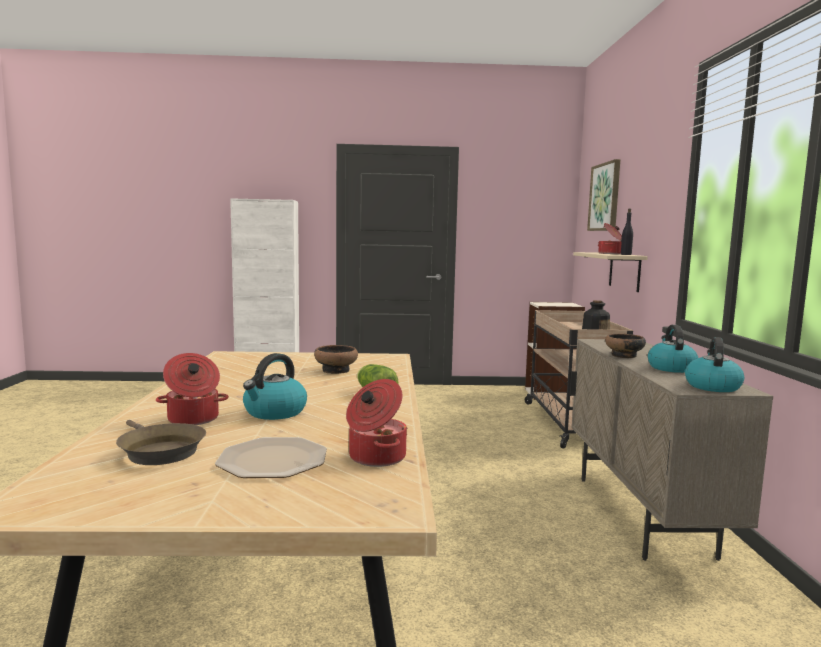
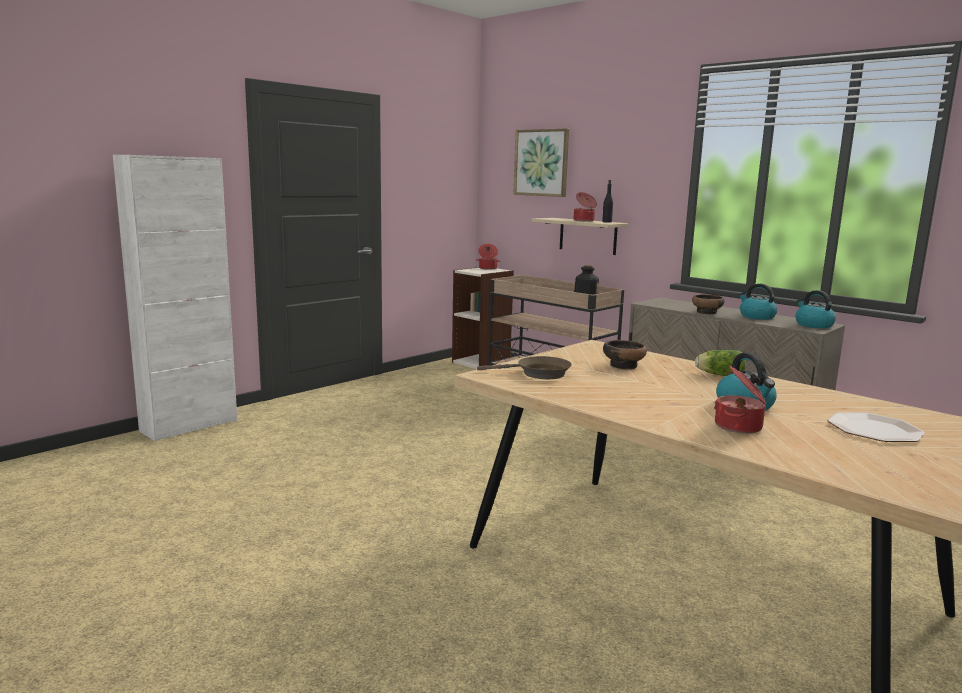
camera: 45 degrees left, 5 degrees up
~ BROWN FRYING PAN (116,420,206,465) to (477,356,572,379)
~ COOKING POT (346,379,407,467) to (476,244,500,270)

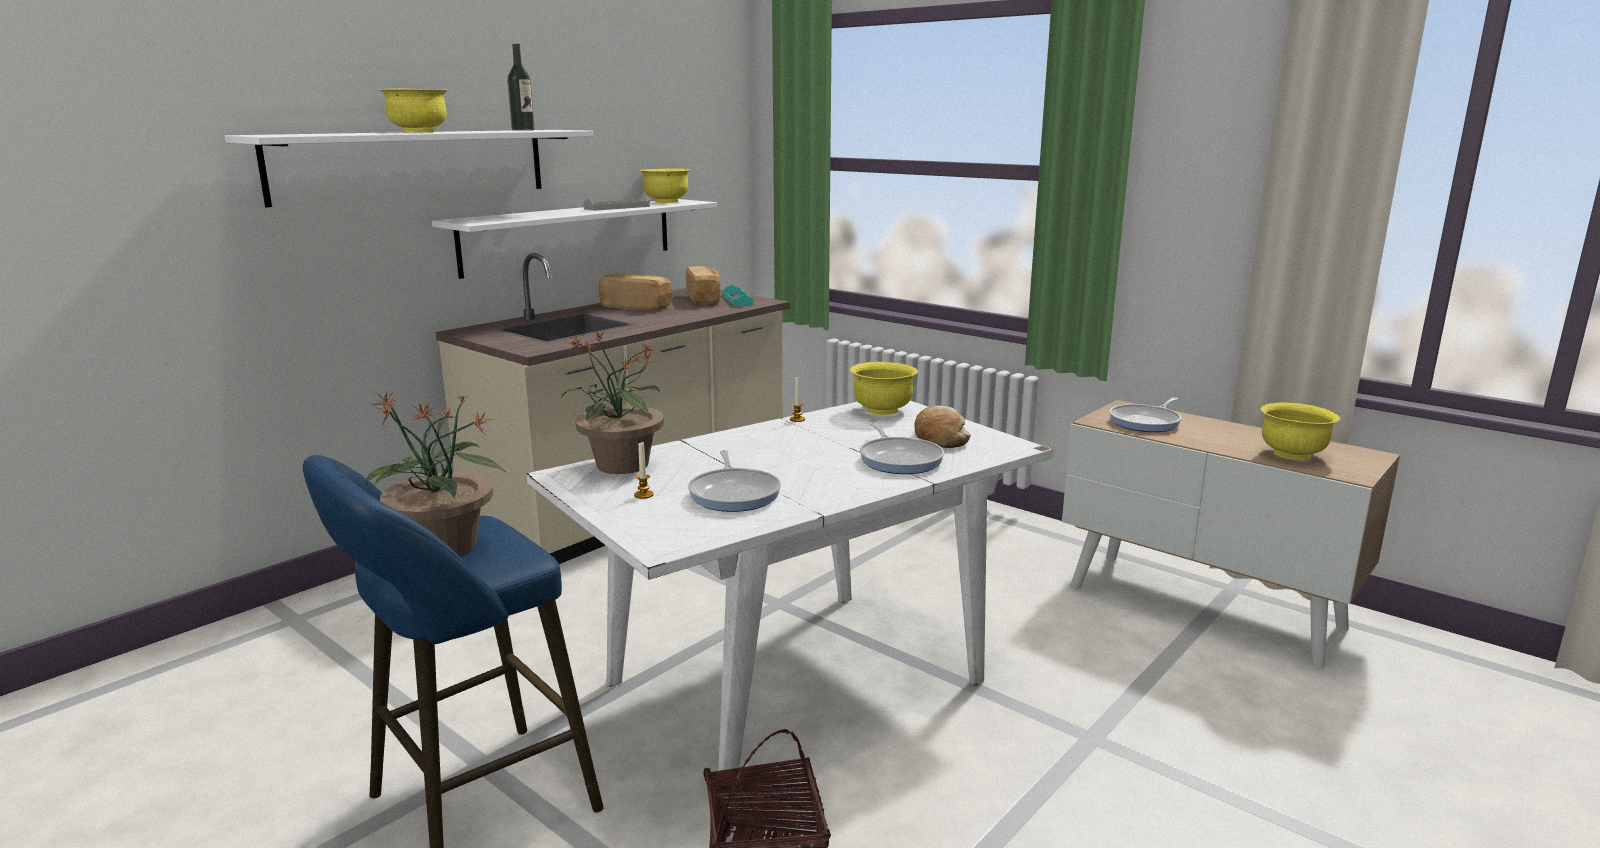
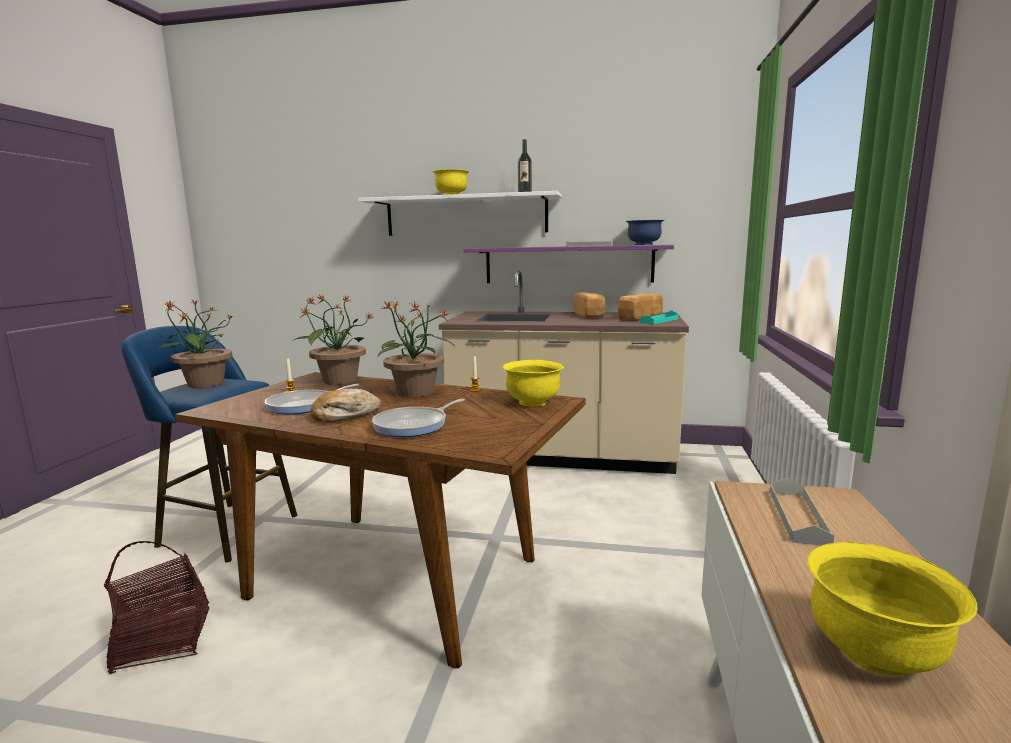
camera: 60 degrees right, 5 degrees down
~ WHITE SHELF (432,199,717,279) to PURPLE SHELF (464,245,674,283)
~ WHITE DINING TABLE (526,401,1053,798) to BROWN DINING TABLE (175,372,586,668)
~ YELLOW BOWL (639,168,690,203) to BLUE BOWL (626,220,664,245)
~ BREAD (915,405,971,448) to (311,389,381,422)
~ FRYING PAN (1110,397,1182,432) to GREY TRAY (770,478,834,546)
+ POTTED PLANT (378,301,454,397)

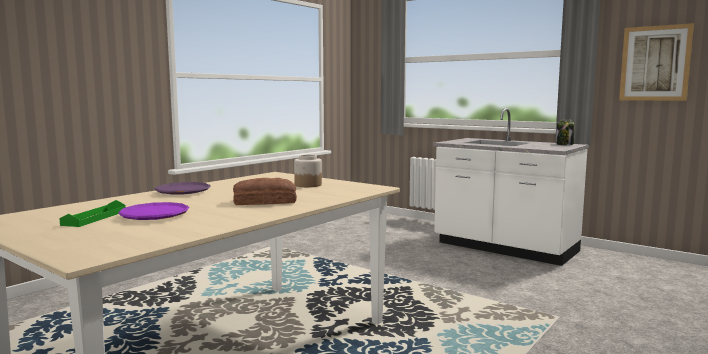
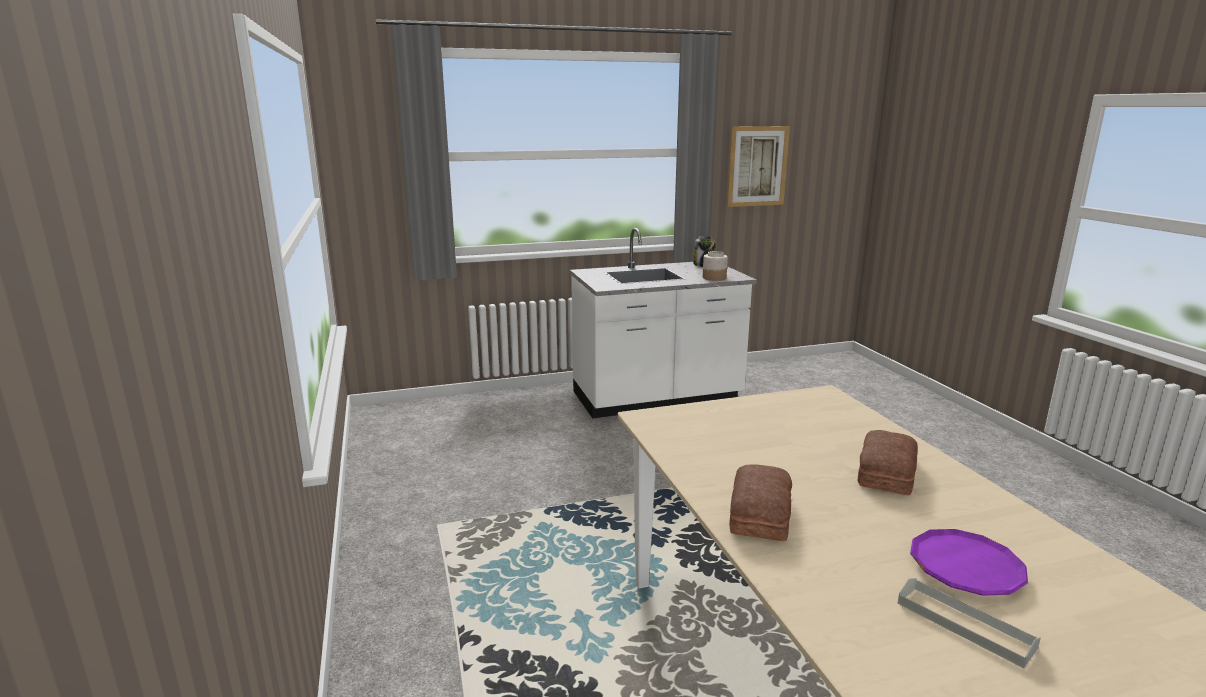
camera: 55 degrees left, 10 degrees up
~ GREEN TRAY (59,200,126,227) to GREY TRAY (897,578,1041,668)
~ PURPLE PLATE (154,182,210,195) to BREAD (729,464,792,541)
~ JAR (294,155,322,187) to (703,251,728,281)

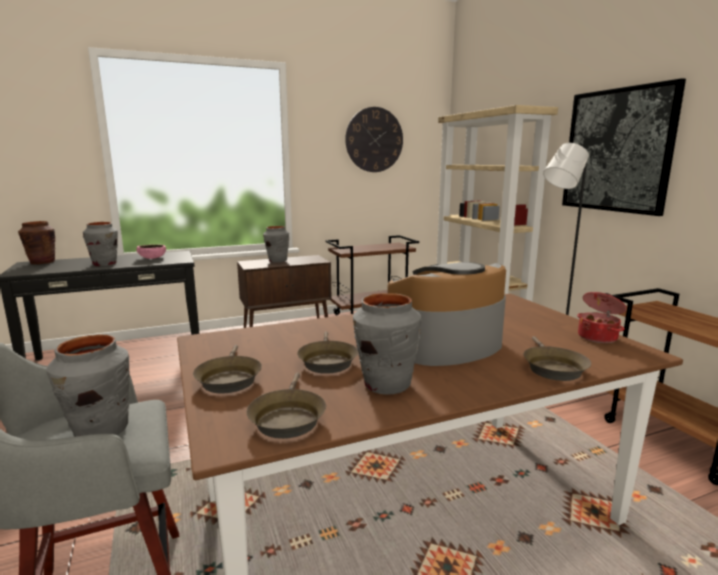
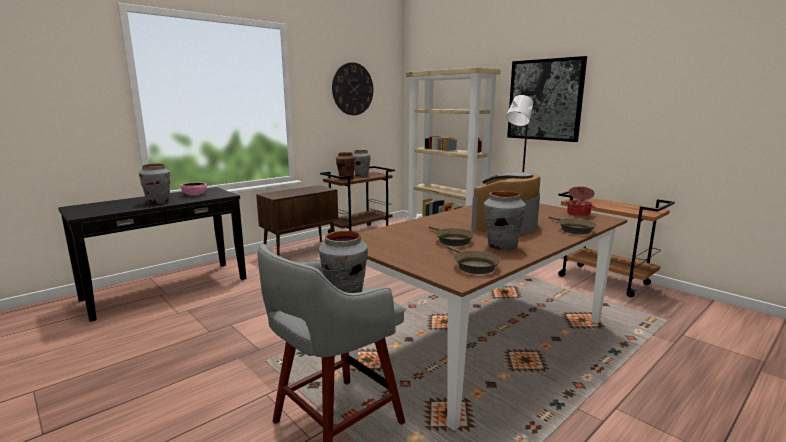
camera: 20 degrees left, 0 degrees up
~ BROWN VASE (18,221,55,265) to (336,152,355,180)
- BROWN FRYING PAN (193,345,262,393)
~ GREY VASE (263,226,289,263) to (353,150,370,176)

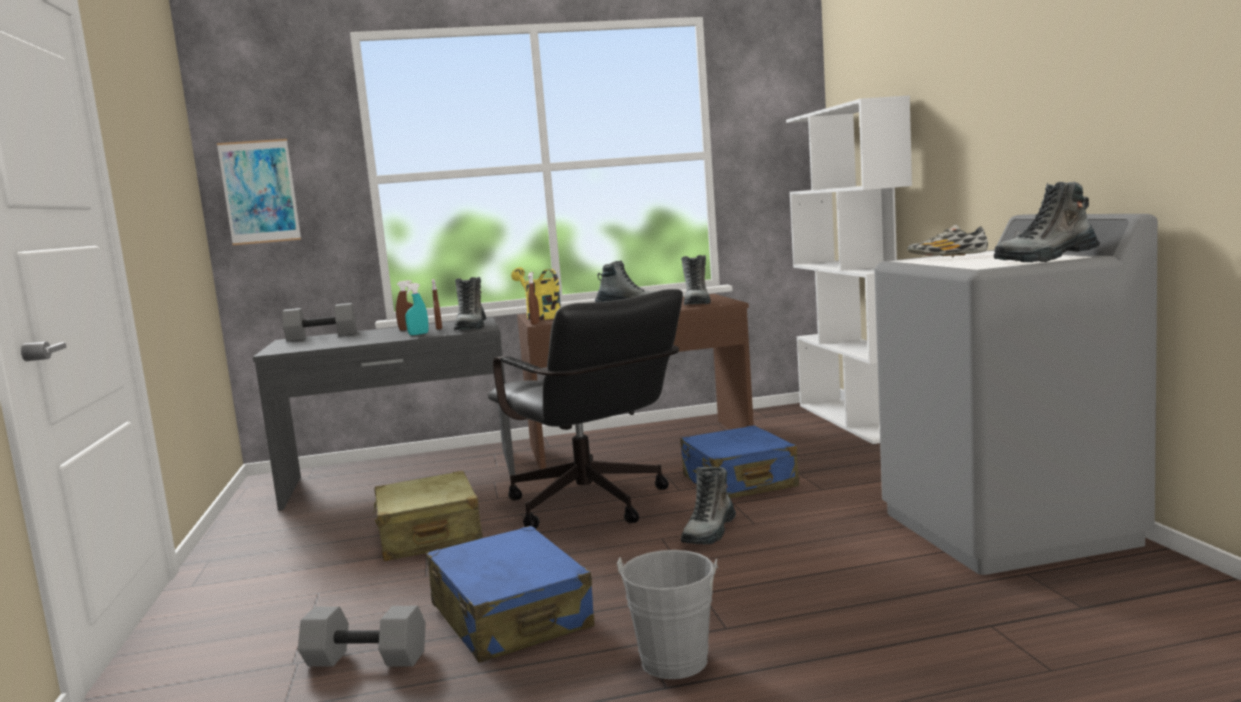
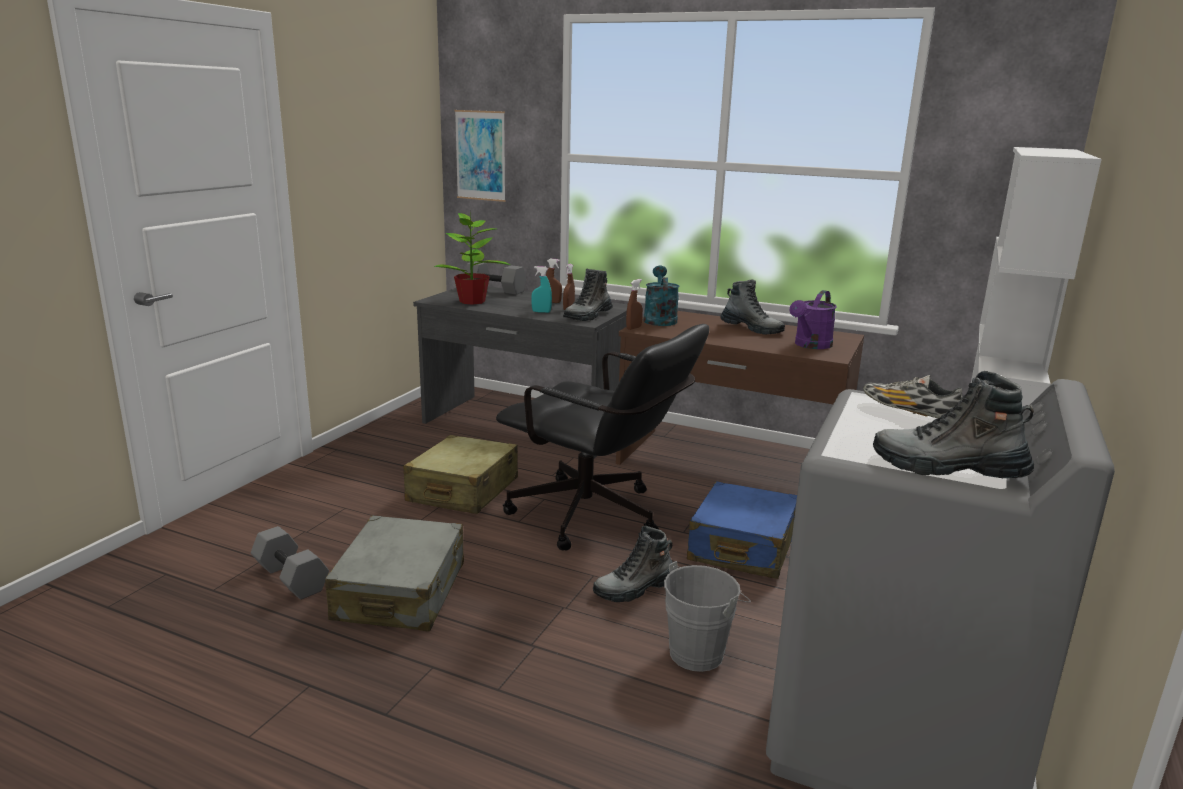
camera: 35 degrees right, 10 degrees up
~ BLUE SUITCASE (426,526,595,663) to GREY SUITCASE (325,516,464,631)
~ BLACK OFFICE CHAIR (488,289,683,529) = (496,324,709,551) 60 degrees counterclockwise
~ YELLOW WATERING CAN (511,267,561,320) to TURQUOISE WATERING CAN (644,265,680,326)
~ GREY BUCKET (617,550,718,679) to (664,561,751,672)
~ BOOT (681,255,711,305) to PURPLE WATERING CAN (790,290,836,349)
+ POTTED PLANT (434,213,510,305)

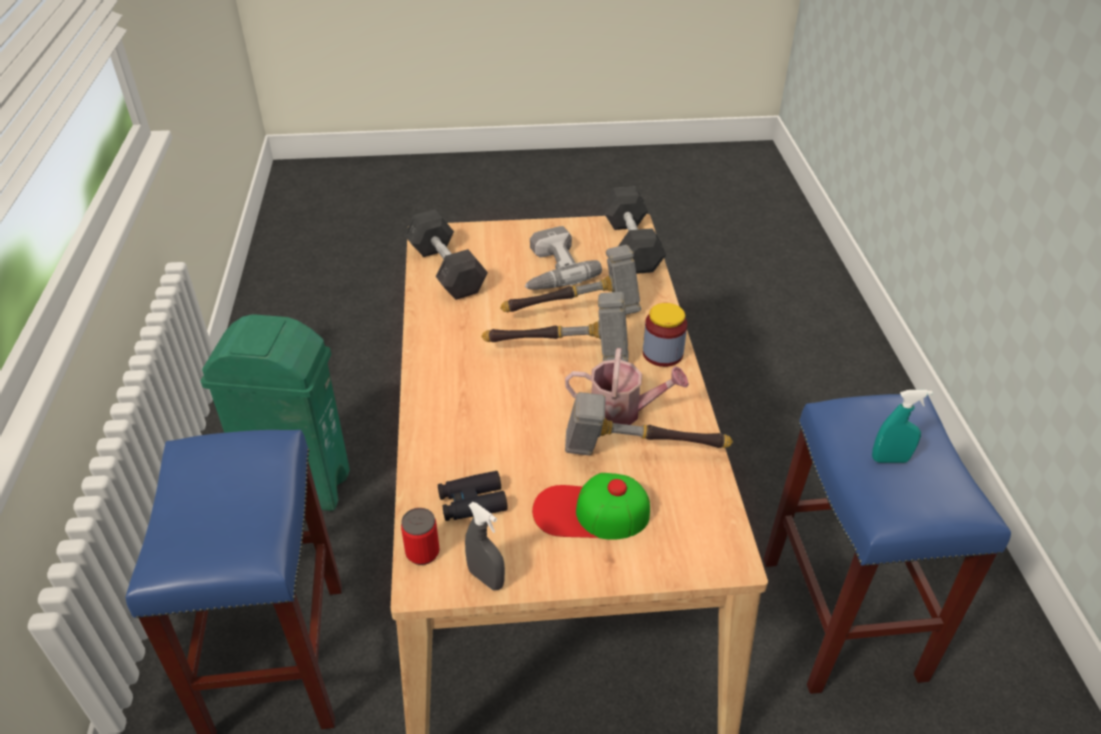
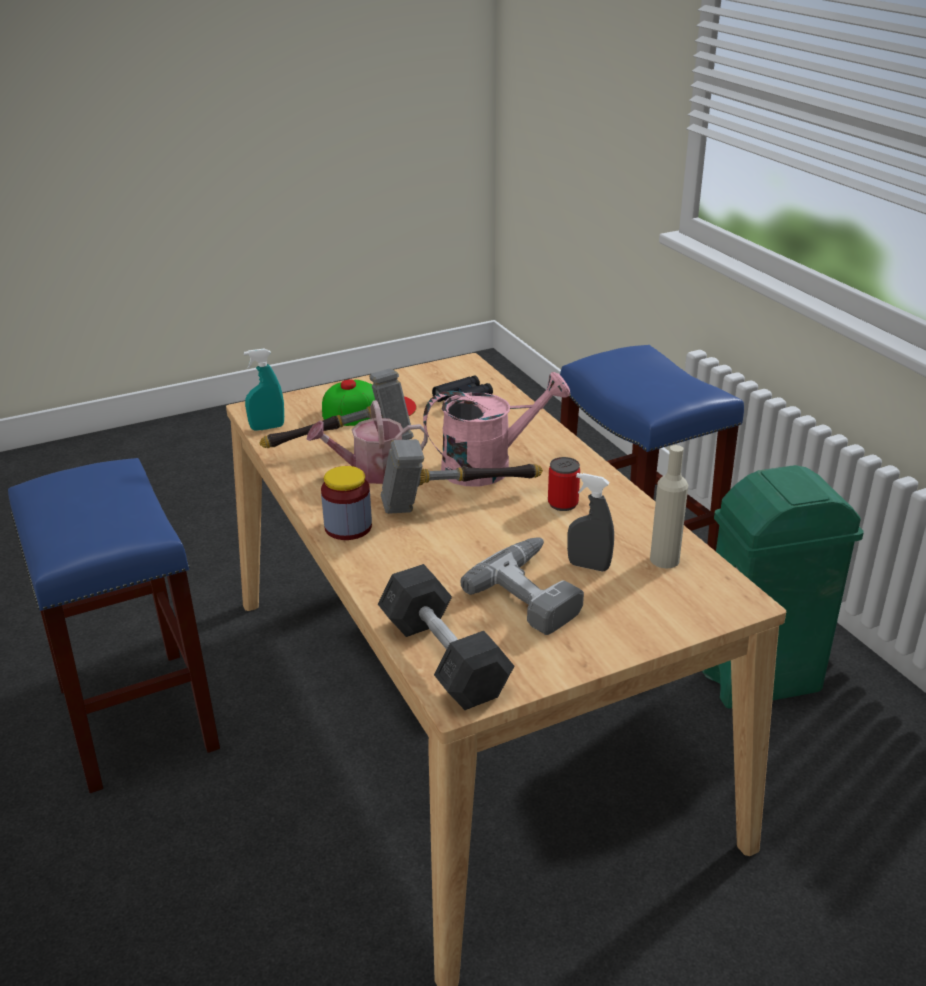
camera: 160 degrees right, 10 degrees down
~ CAN (401,508,440,565) to (548,457,580,511)
~ GREY DUMBBELL (405,209,488,300) to BEIGE BOTTLE (650,445,688,568)
~ GREY SPRAY BOTTLE (465,502,505,590) to (567,473,614,571)
- HAMMER (500,245,641,315)
~ TURQUOISE SPRAY BOTTLE (872,390,933,463) to (244,348,284,431)
+ PINK WATERING CAN (423,372,570,486)

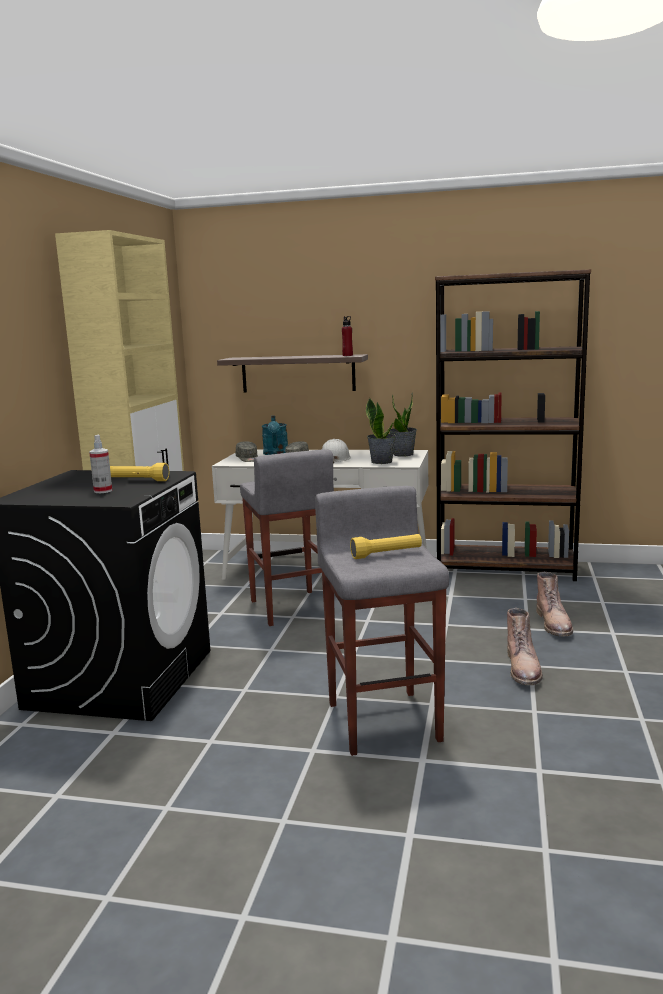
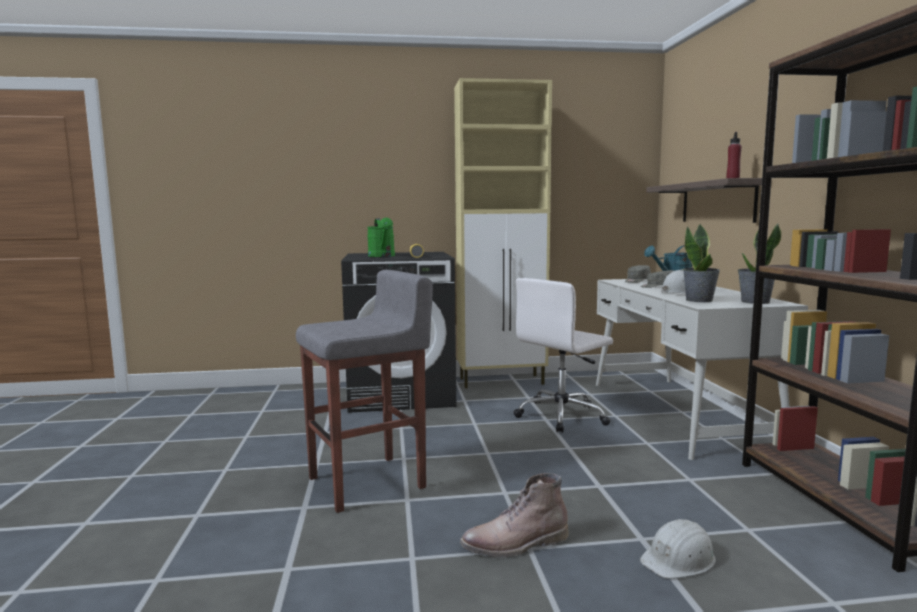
camera: 70 degrees right, 5 degrees down
~ SPRAY BOTTLE (89,435,112,493) to GREEN WATERING CAN (367,218,395,257)
~ GREY STOOL (240,449,334,626) to WHITE OFFICE CHAIR (514,278,613,433)
- YELLOW FLASHLIGHT (350,534,422,559)
~ BROWN BOOT (536,572,573,636) to WHITE HARD HAT (640,519,716,579)

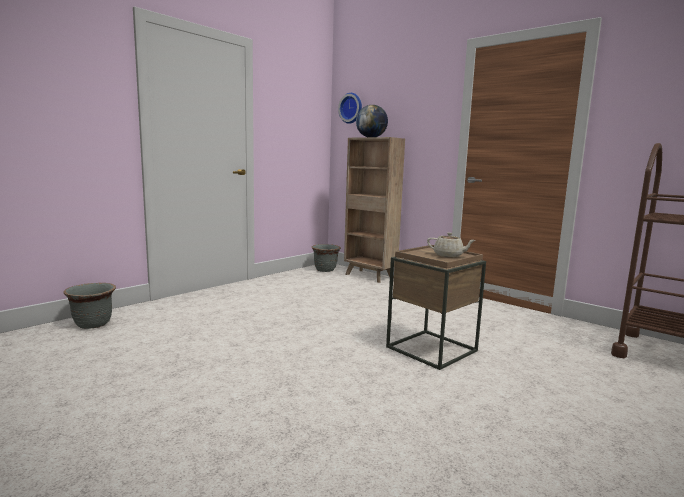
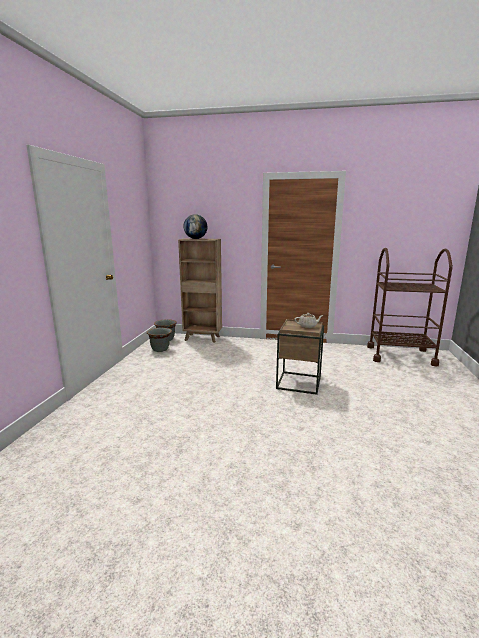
camera: 30 degrees left, 5 degrees up
~ GREY PLANTER (63,283,116,329) to (147,327,172,352)
- WALL CLOCK (338,93,362,124)

